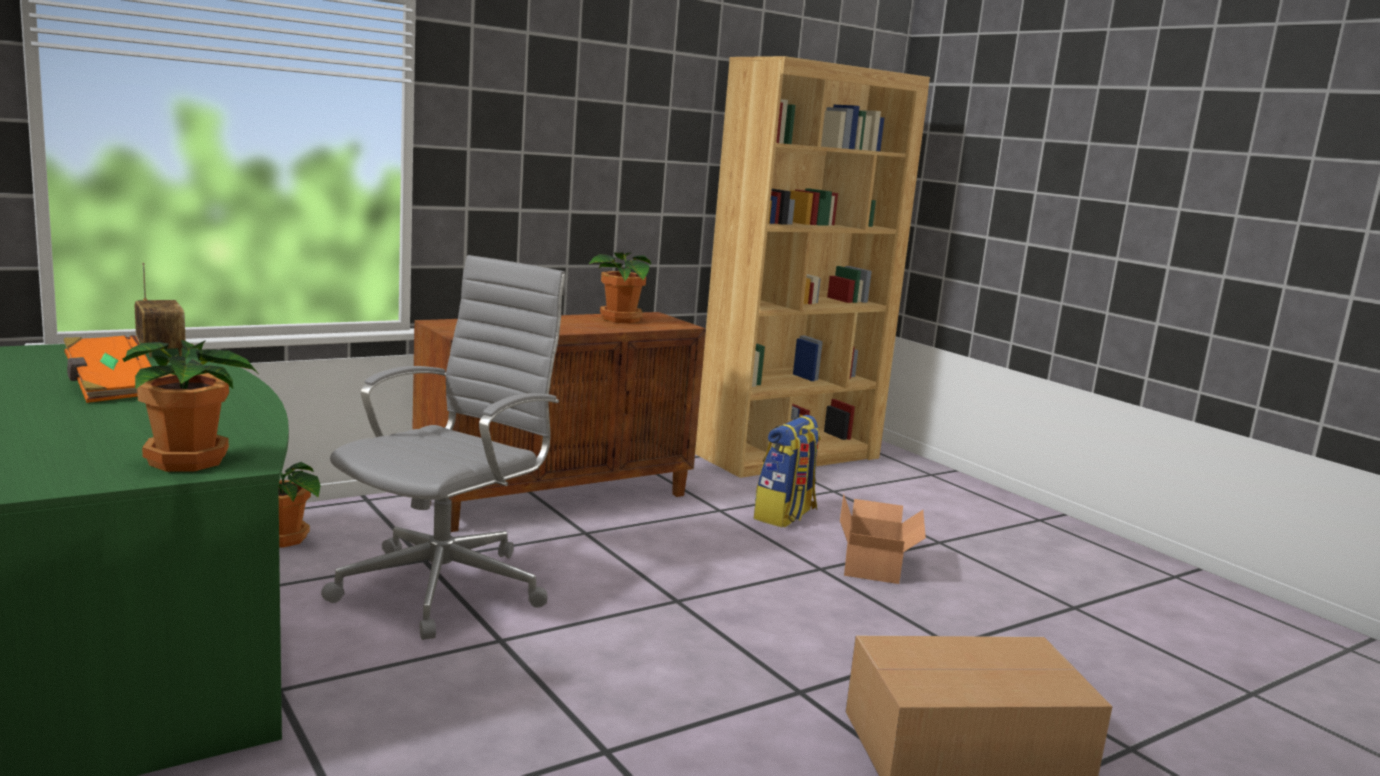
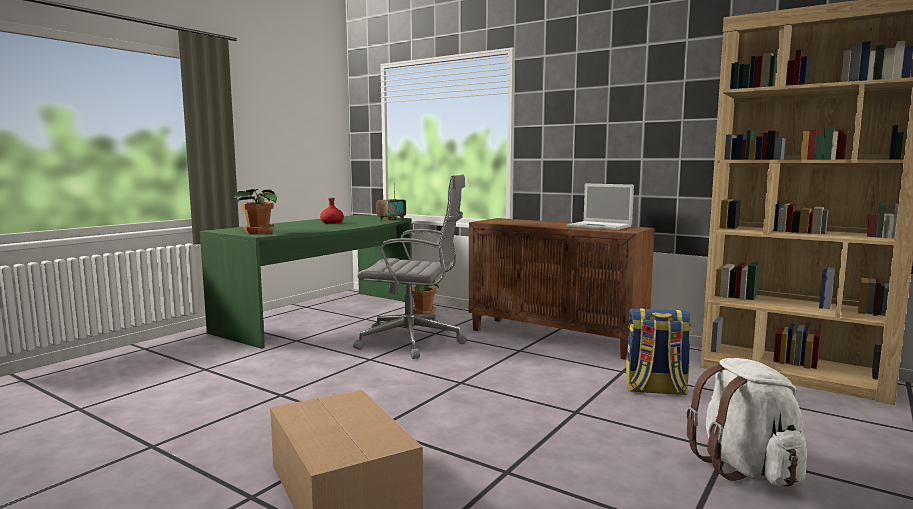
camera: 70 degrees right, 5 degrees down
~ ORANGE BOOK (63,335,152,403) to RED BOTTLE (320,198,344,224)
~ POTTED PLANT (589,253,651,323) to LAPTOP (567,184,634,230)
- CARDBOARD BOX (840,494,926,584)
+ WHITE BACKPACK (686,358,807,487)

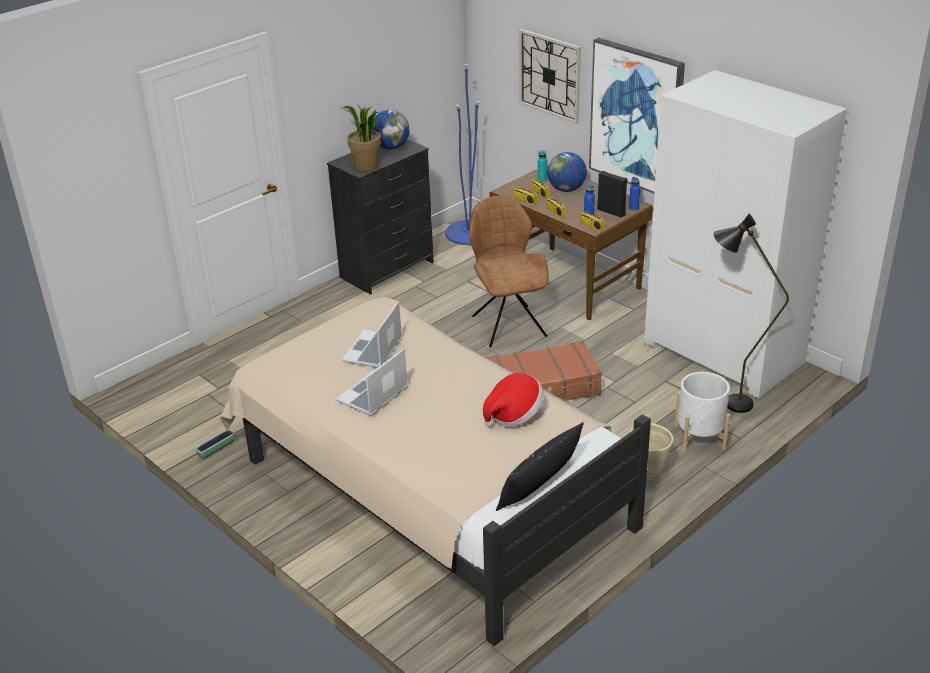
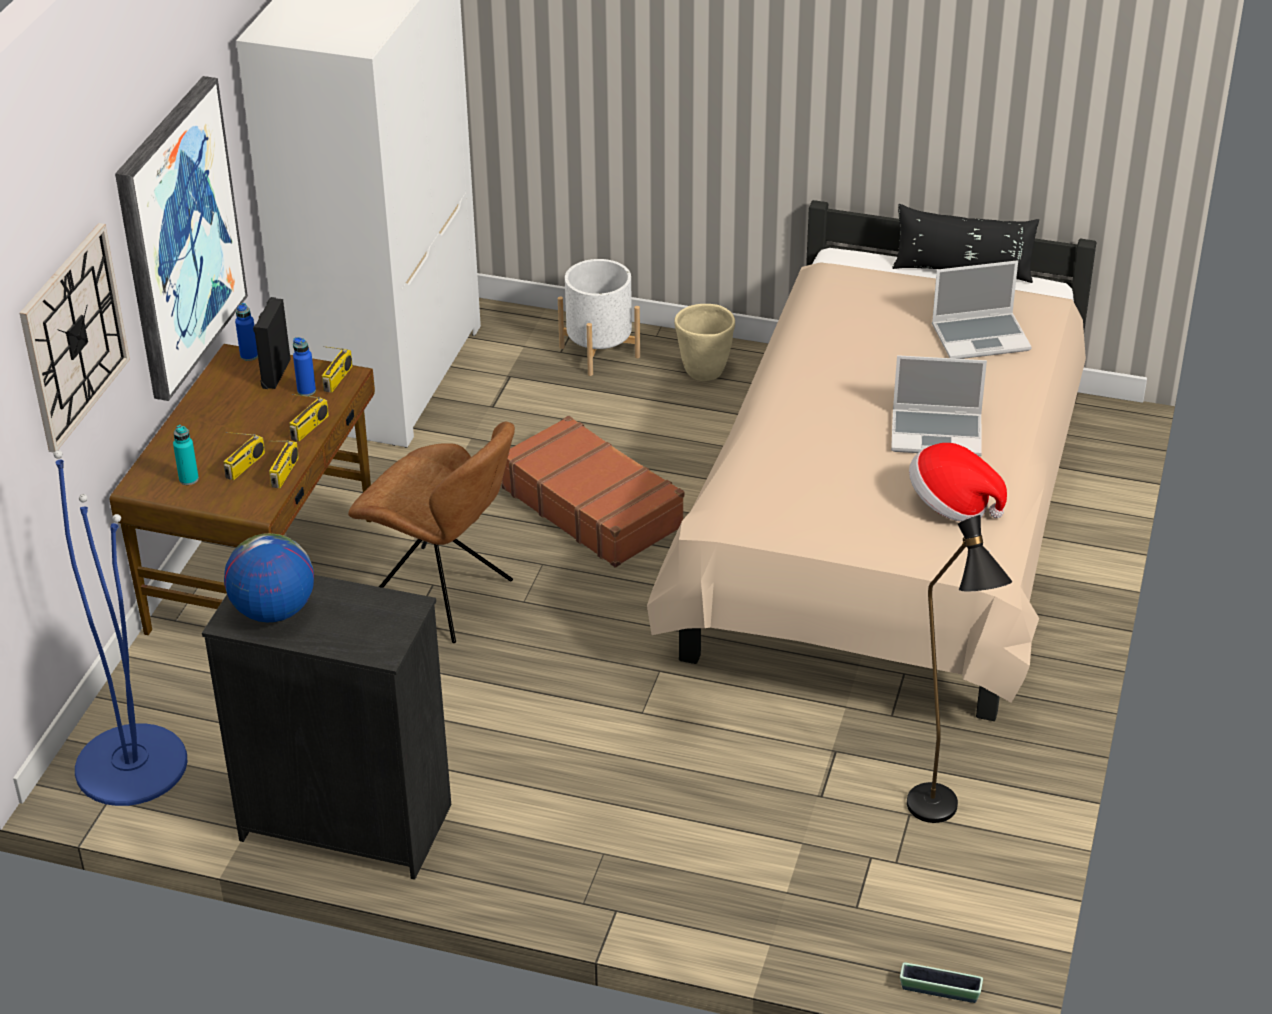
camera: 120 degrees left, 5 degrees up
~ PLANTER (195,429,235,459) to (900,962,983,1003)
- POTTED PLANT (341,104,381,171)
~ LAPTOP (342,301,402,368) to (932,260,1032,359)
~ BROWN CHAIR (469,196,549,348) = (348,422,515,643) 105 degrees counterclockwise
~ HAT (483,373,544,427) to (909,443,1007,522)
- GLOBE (547,152,587,192)
~ BLACK FLOOR LAMP (714,214,789,413) to (907,515,1012,823)

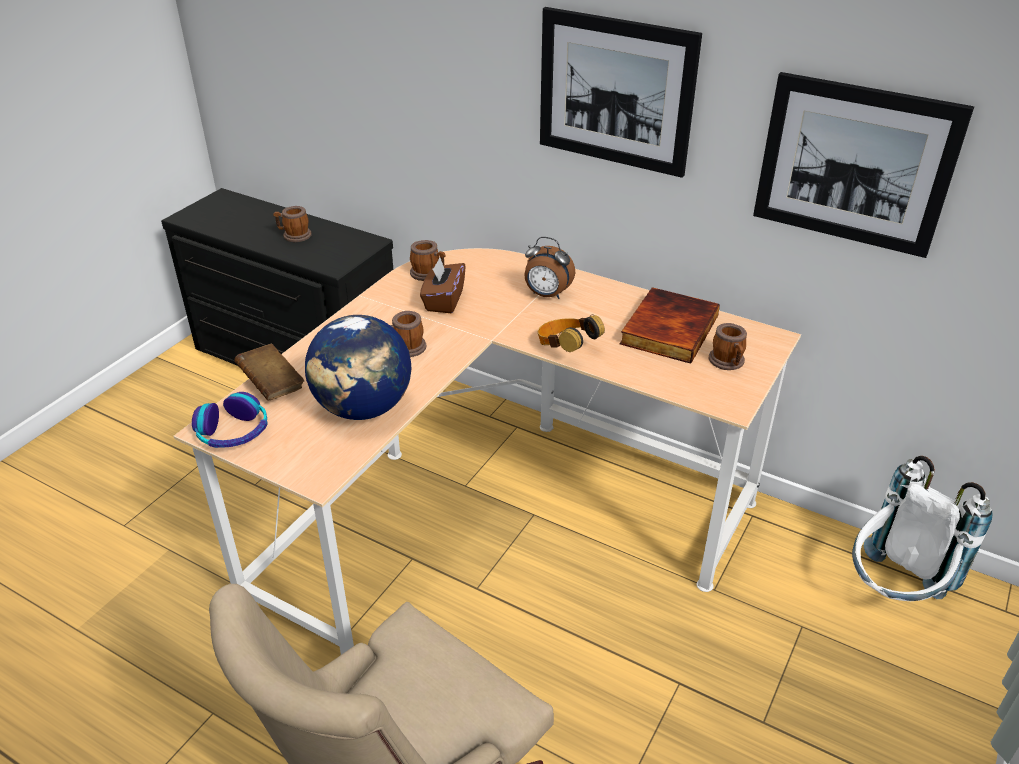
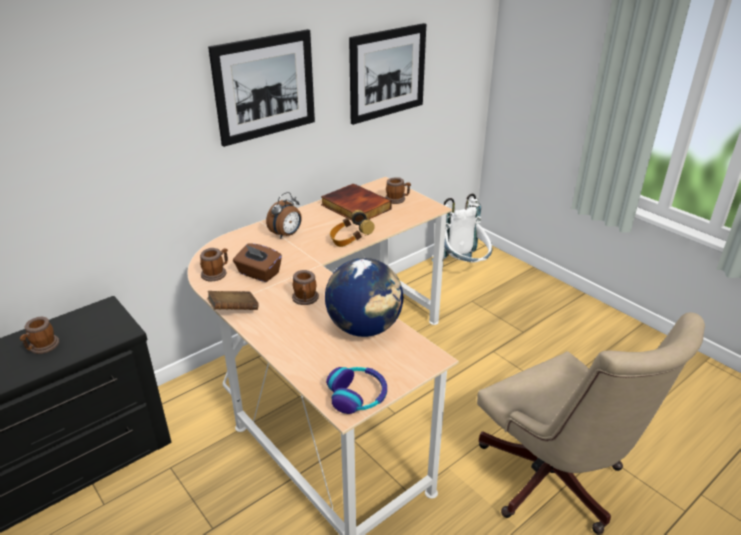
camera: 70 degrees left, 5 degrees down
~ BROWN BOOK (234,343,304,400) to (207,291,259,310)

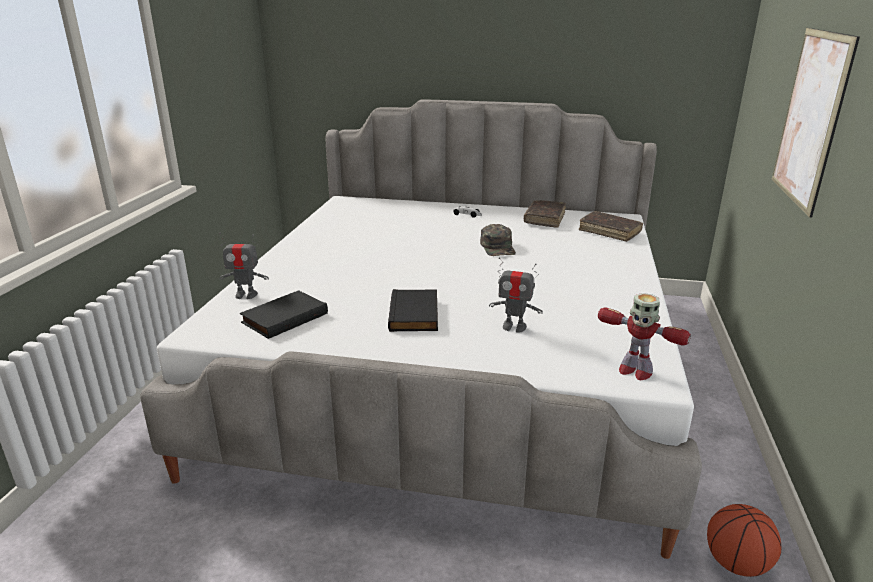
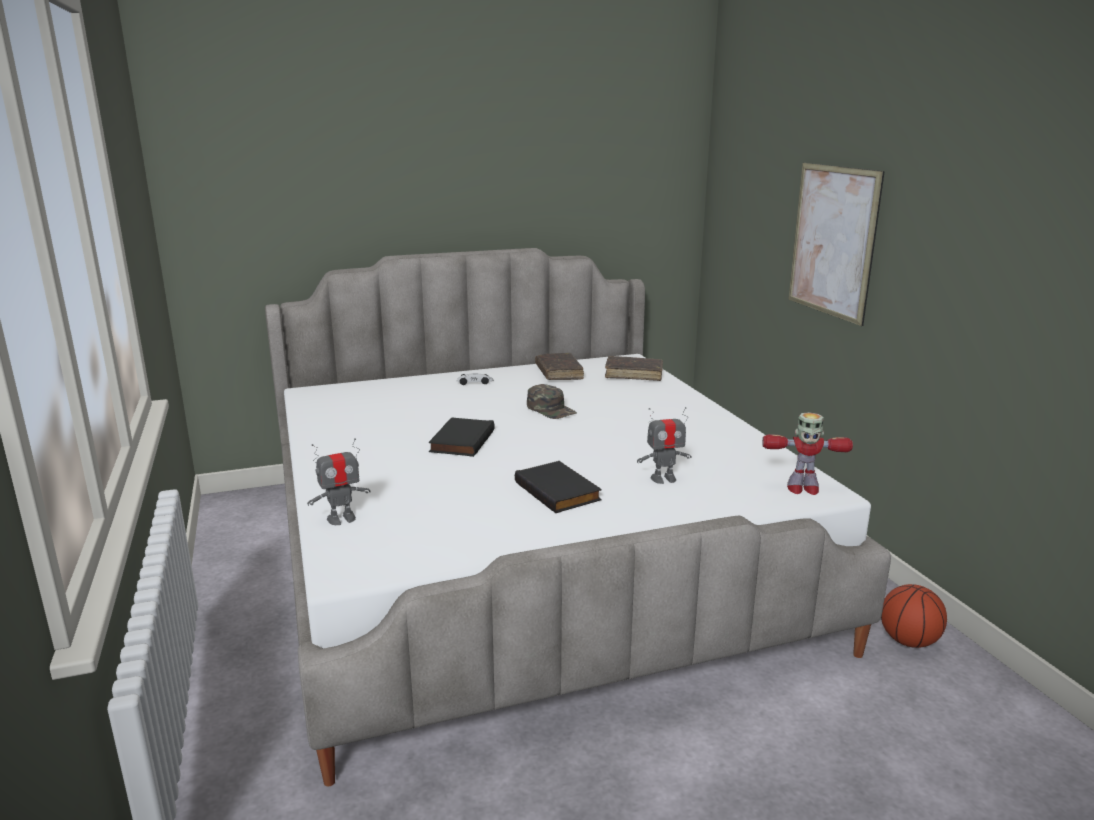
camera: 30 degrees left, 5 degrees down
~ BLACK BOOK (240,290,328,339) to (429,417,495,457)

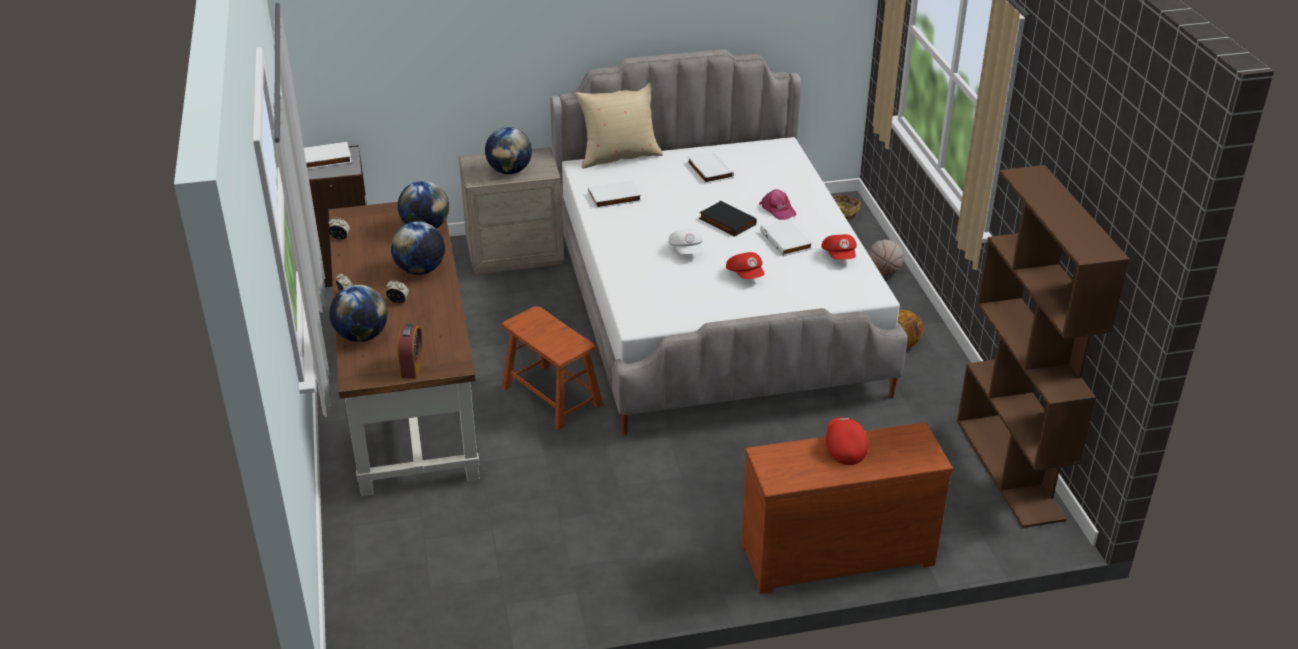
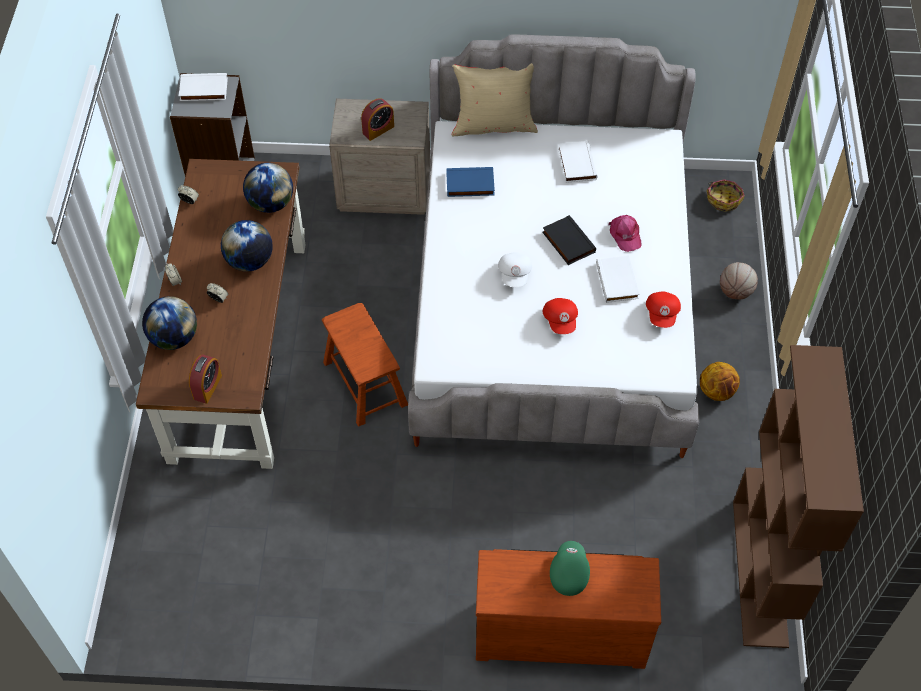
camera: 15 degrees right, 20 degrees up
~ GLOBE (485,127,532,174) to ALARM CLOCK (361,98,394,141)
~ WHITE BOOK (588,180,642,208) to BLUE BOOK (446,167,495,197)
~ RED CAP (826,417,868,465) to GREEN CAP (550,541,590,596)

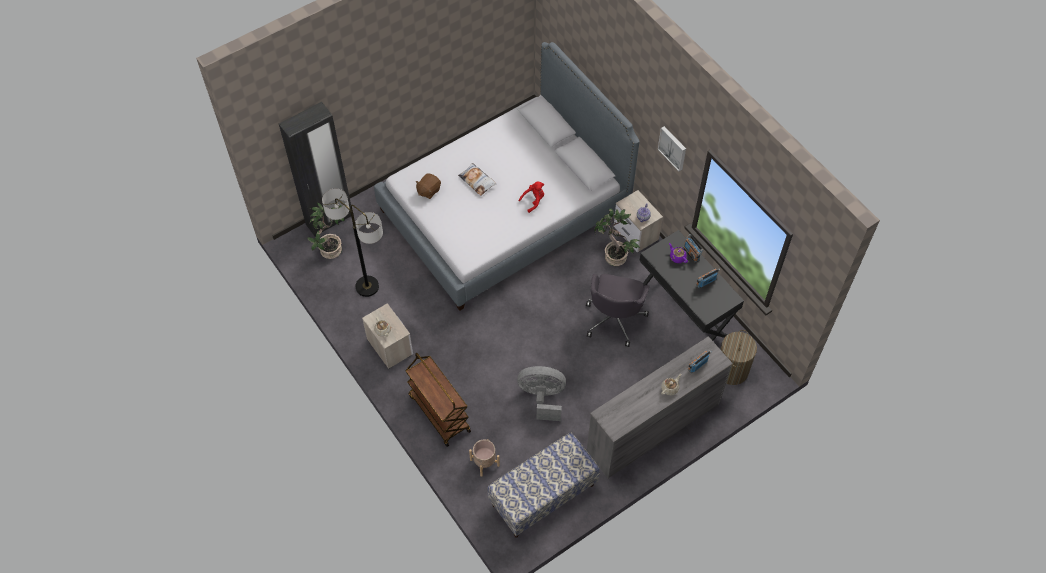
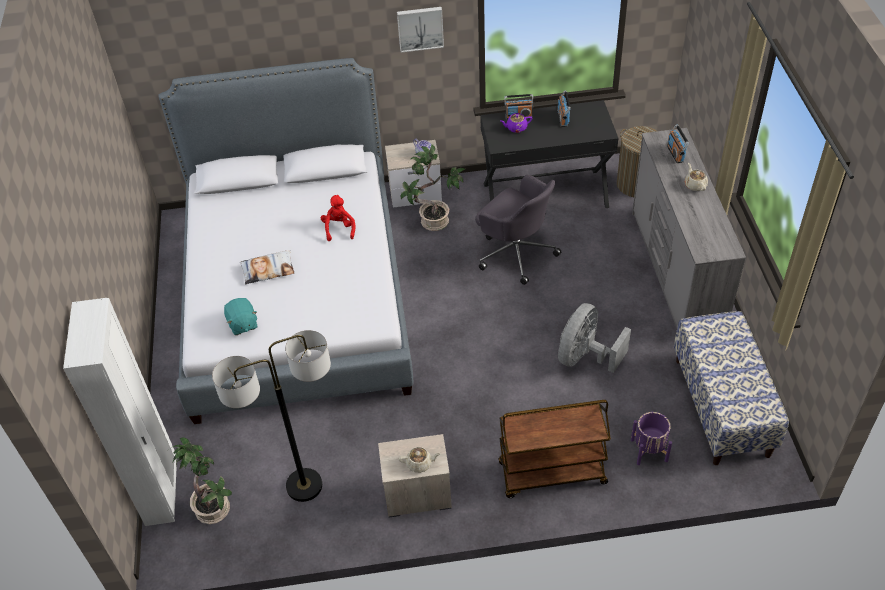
camera: 60 degrees left, 10 degrees down
~ BLACK WARDROBE (279,102,351,236) to WHITE WARDROBE (63,298,177,526)
~ BROWN PLUSH TOY (415,173,441,199) to TURQUOISE PLUSH TOY (224,298,257,335)
~ BEIGE PLANTER (469,439,500,477) to PURPLE PLANTER (631,412,672,465)

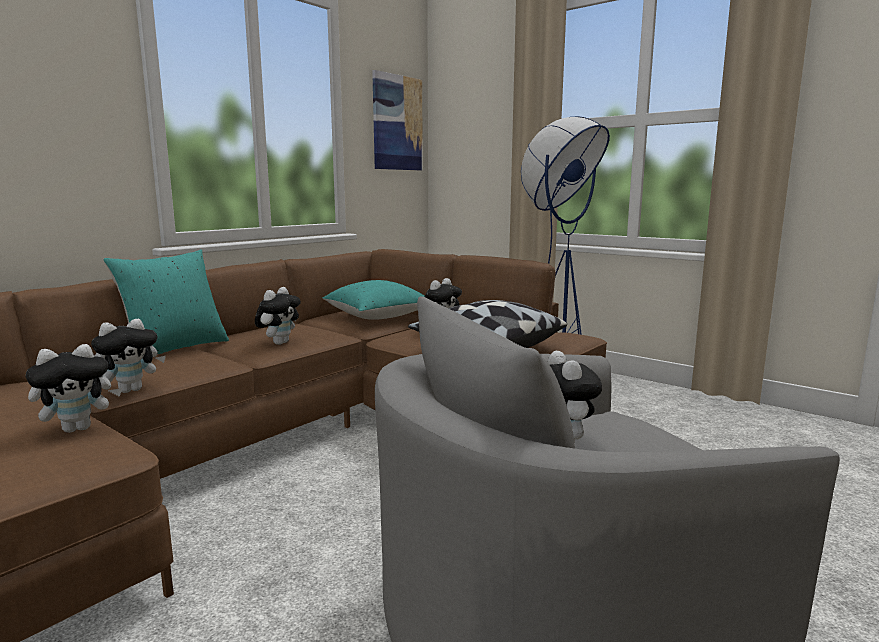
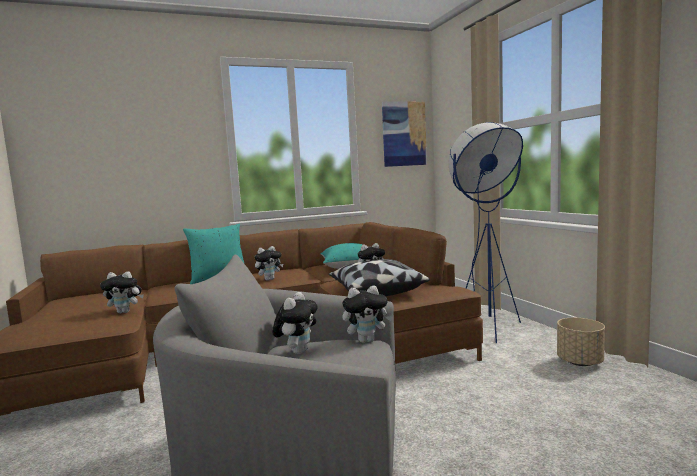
camera: 30 degrees right, 5 degrees down
~ PLUSH TOY (91,319,166,393) to (342,286,392,343)
+ BEIGE PLANTER (557,318,605,366)

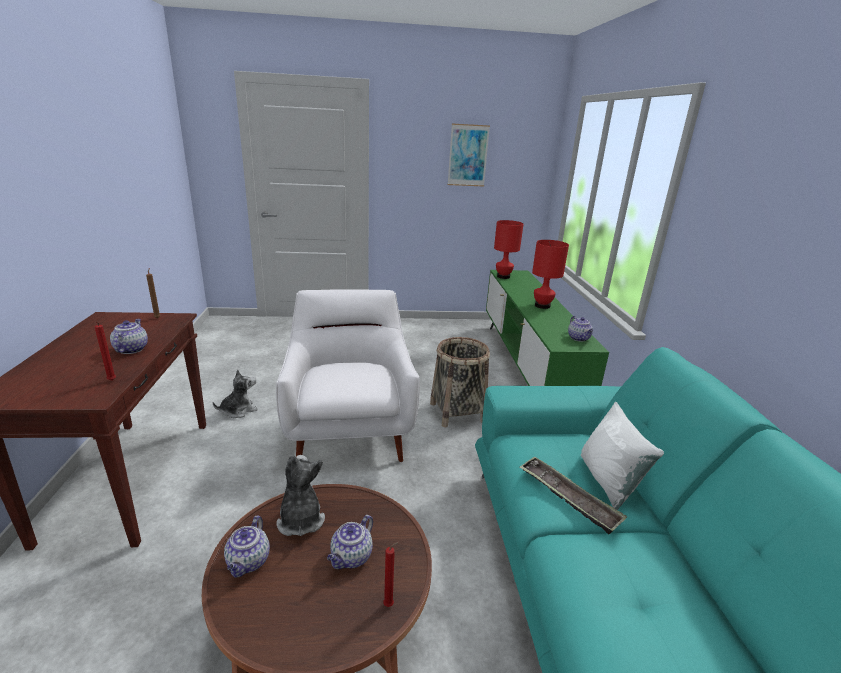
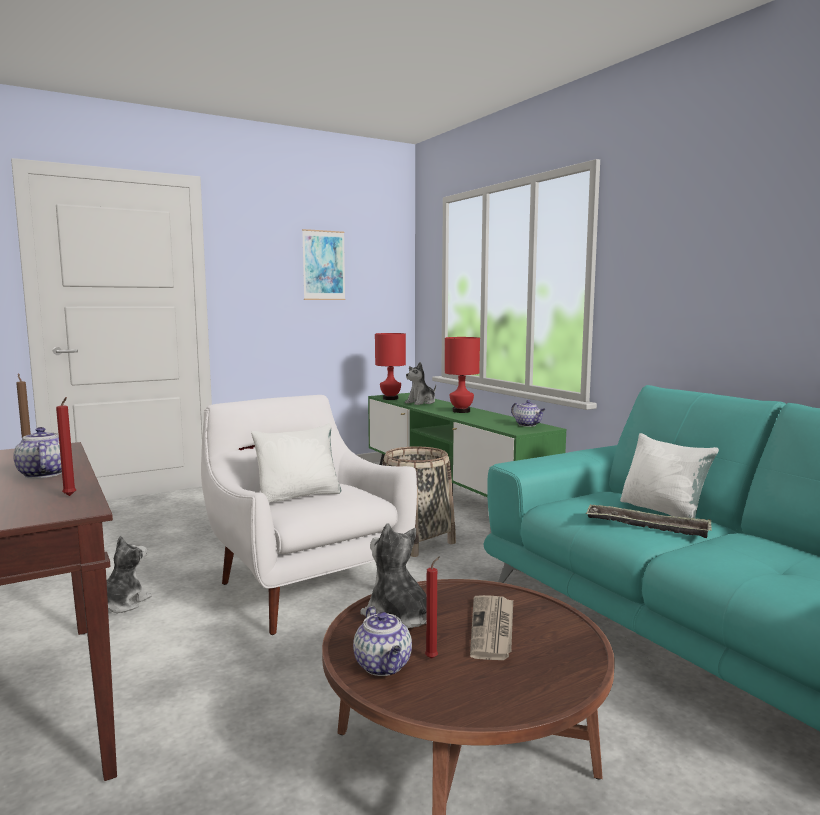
camera: 25 degrees left, 15 degrees down
~ TEAPOT (327,515,373,569) to NEWSPAPER (470,595,513,660)
~ RED CANDLE (383,542,399,607) to (425,556,440,659)
+ WHITE PILLOW (251,423,341,502)
+ PLUSH TOY (405,362,436,405)

